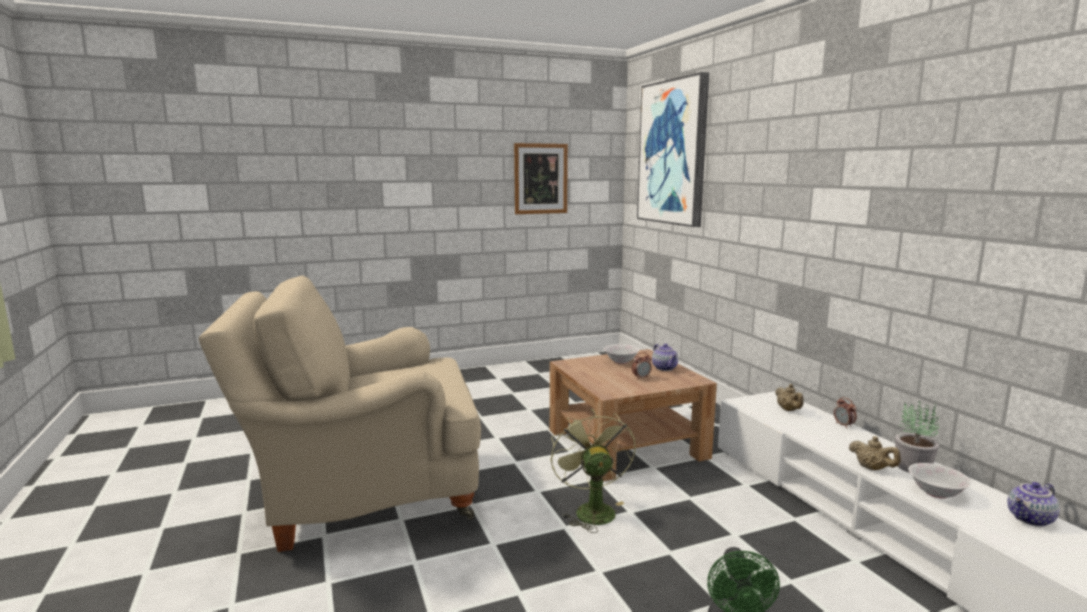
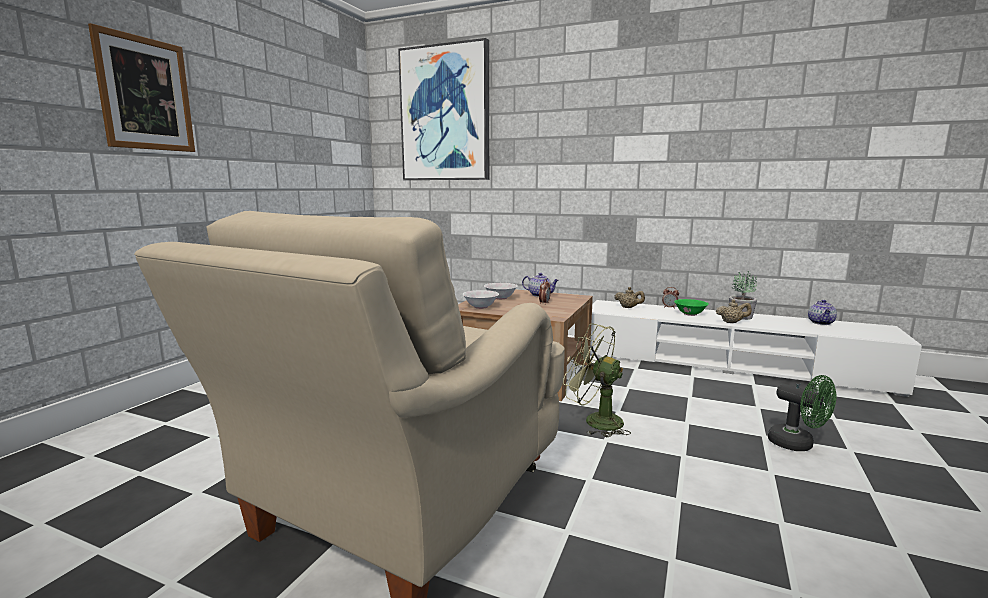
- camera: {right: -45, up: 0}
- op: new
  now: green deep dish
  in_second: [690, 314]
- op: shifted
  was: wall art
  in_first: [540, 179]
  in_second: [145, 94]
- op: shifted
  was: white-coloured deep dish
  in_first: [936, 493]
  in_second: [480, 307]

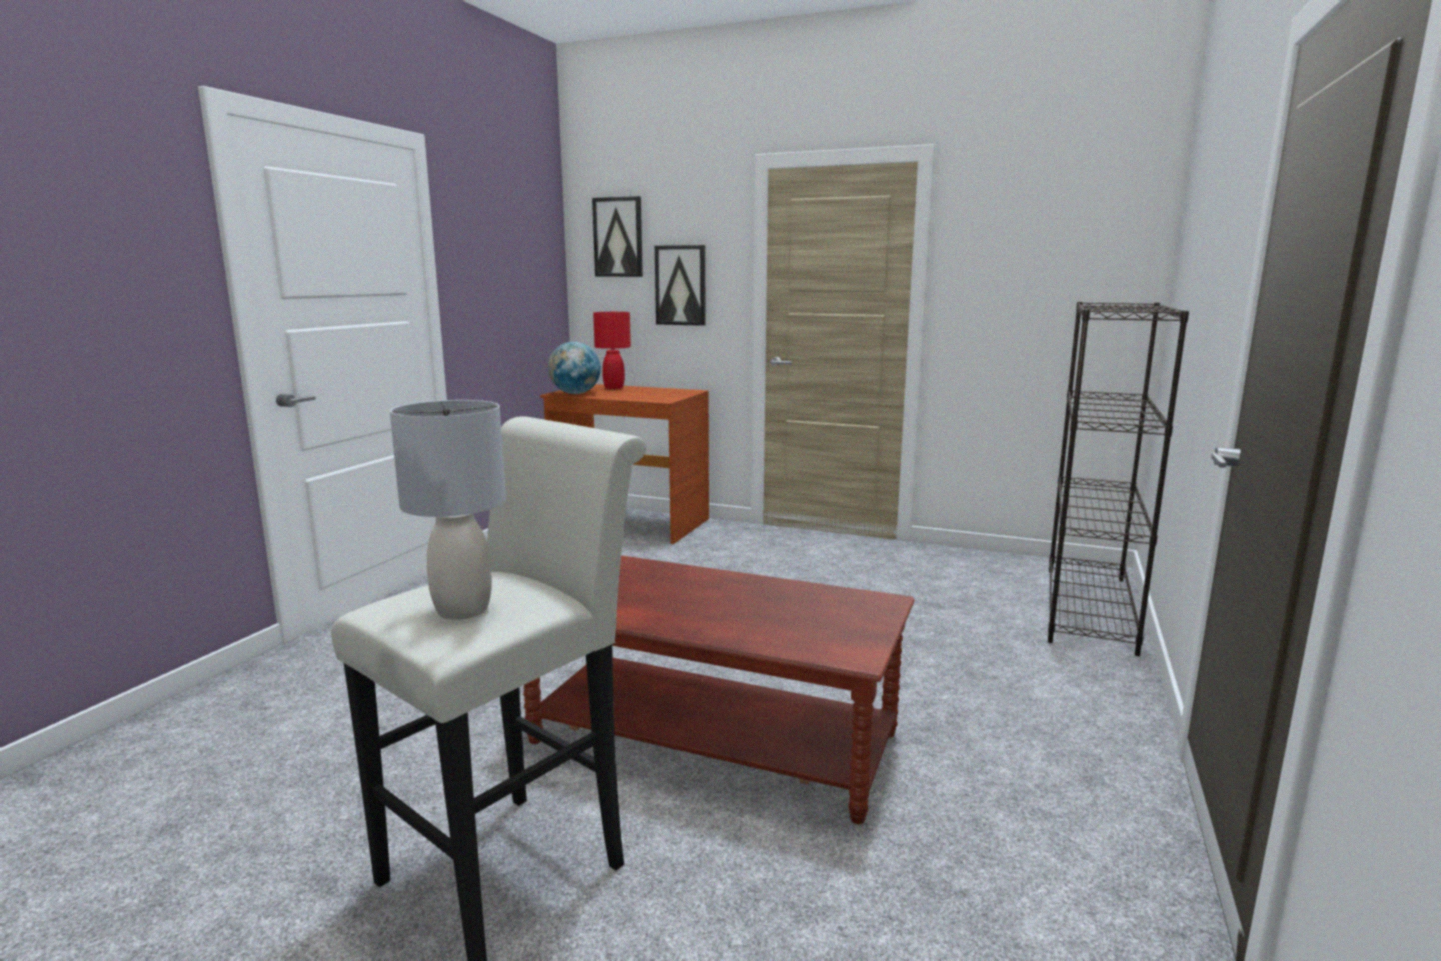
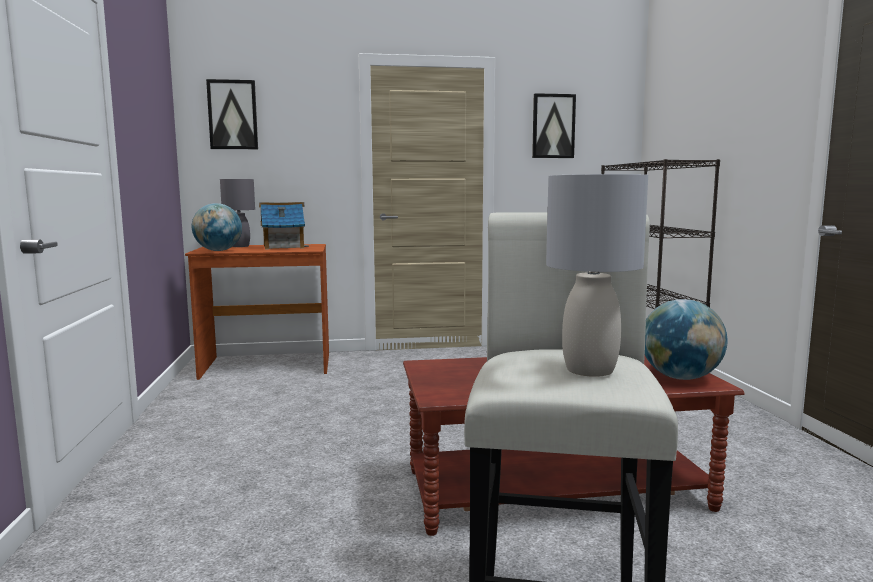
- camera: {right: -30, up: -5}
- op: new
  now: toy house
  in_second: [283, 247]
- op: new
  now: desk globe
  in_second: [680, 378]
- op: shifted
  was: wall art
  in_first: [681, 285]
  in_second: [553, 126]
- op: repainted
  was: red tabletop lamp
  now: grey tabletop lamp
  in_first: [614, 388]
  in_second: [240, 246]

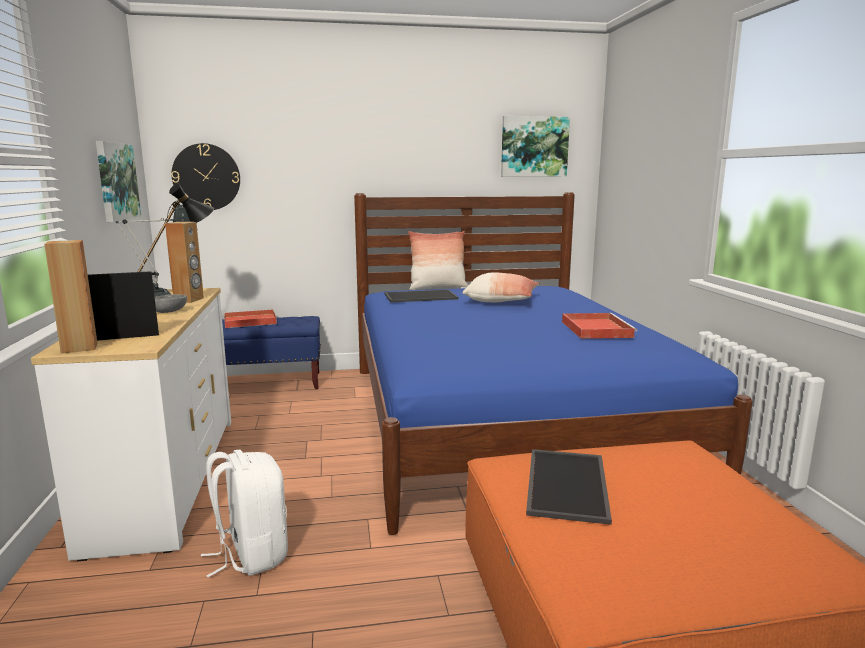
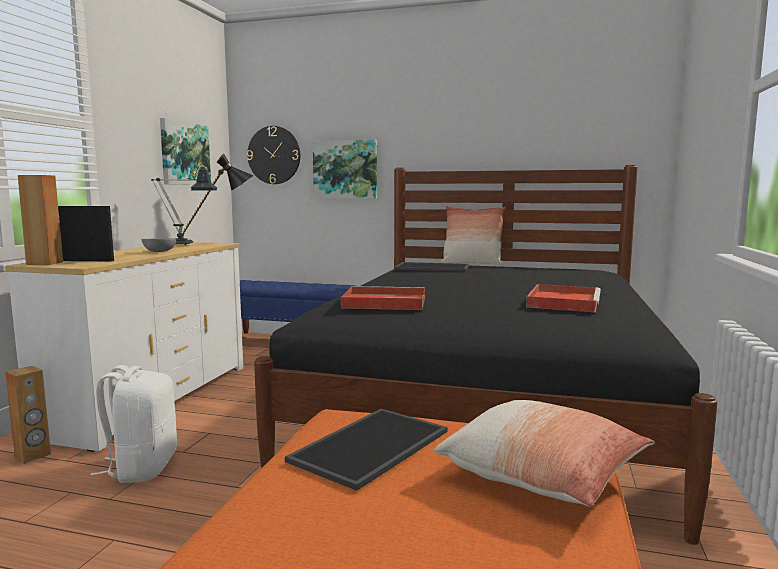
- camera: {right: 25, up: -5}
- op: shifted
  was: brownish loudspeaker
  in_first: [189, 300]
  in_second: [33, 456]
- op: shifted
  was: red serving tray
  in_first: [249, 321]
  in_second: [382, 302]
- op: shifted
  was: cushion
  in_first: [501, 301]
  in_second: [543, 475]
- op: shifted
  was: wall art
  in_first: [534, 147]
  in_second: [345, 169]
- op: repainted
  was: bluish bed
  now: blackish bed
  in_first: [502, 421]
  in_second: [487, 406]

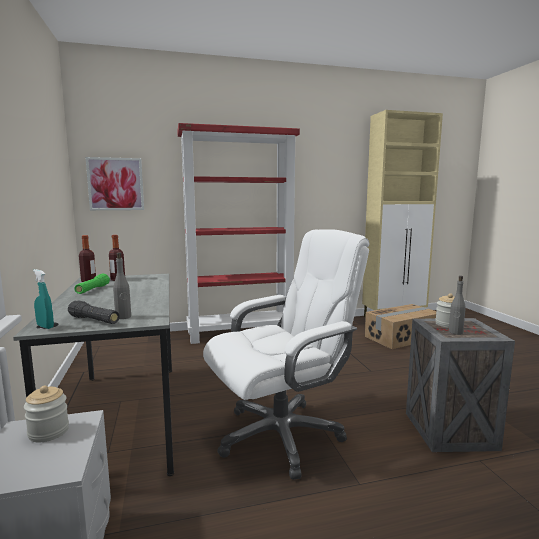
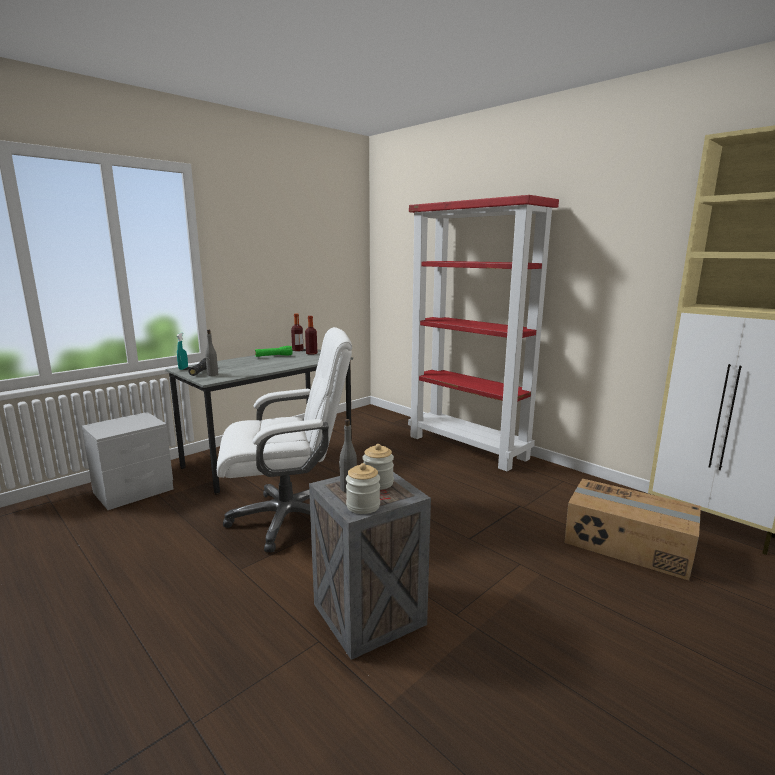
- camera: {right: 60, up: 5}
- op: gone
  was: wall art
  in_first: [115, 184]
- op: shifted
  was: preserve jar
  in_first: [49, 432]
  in_second: [363, 506]
- op: rotated
  was: white-coloured office chair
  in_first: [281, 435]
  in_second: [288, 518]
  clockwise: -45

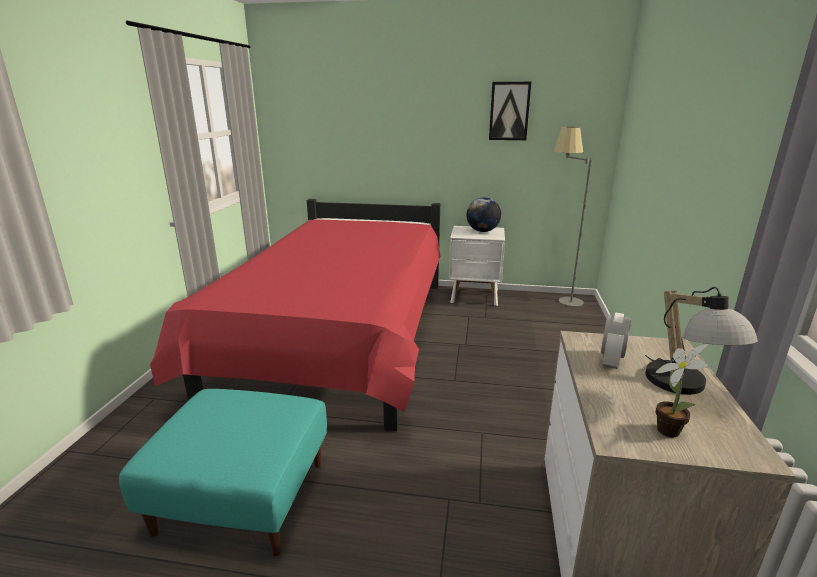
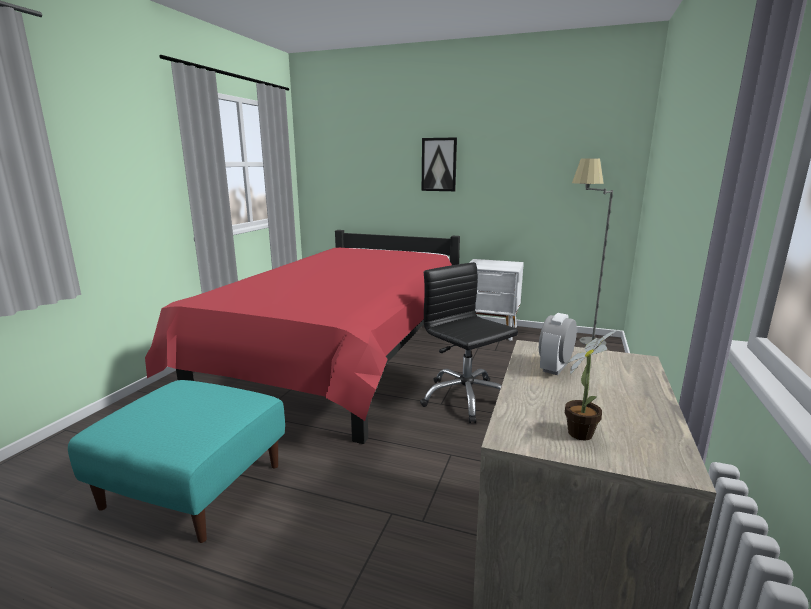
- camera: {right: 10, up: -5}
- op: gone
  was: desk globe
  in_first: [482, 231]
- op: gone
  was: tabletop lamp
  in_first: [685, 388]
- op: new
  now: blackish office chair
  in_second: [465, 398]
- op: shifted
  was: wall art
  in_first: [509, 111]
  in_second: [439, 164]

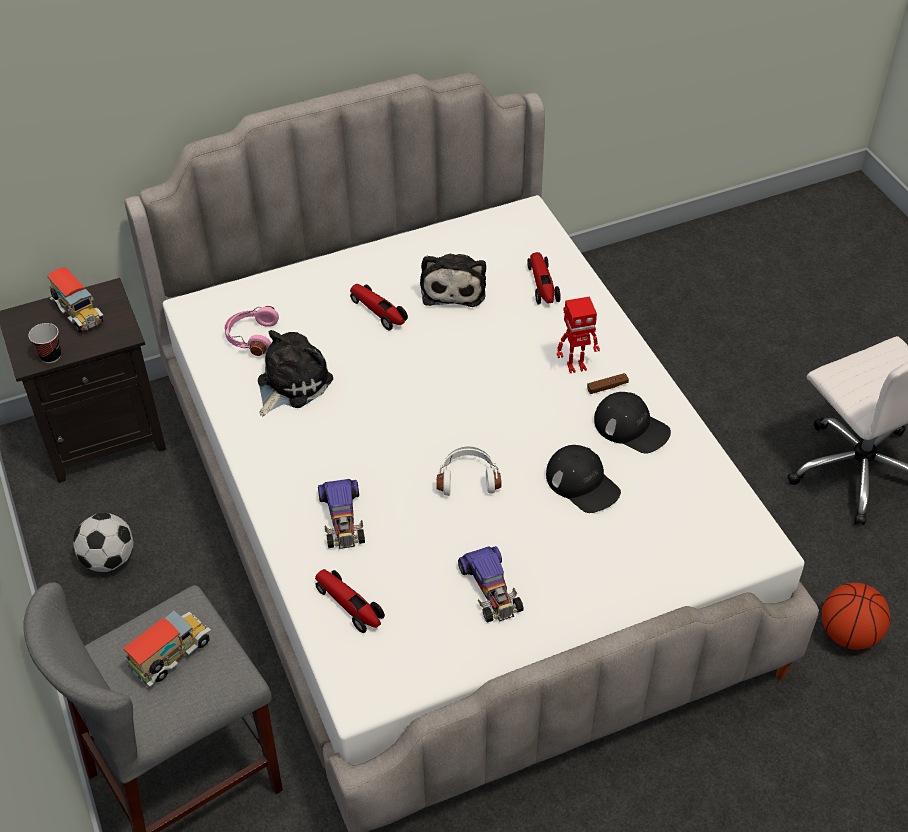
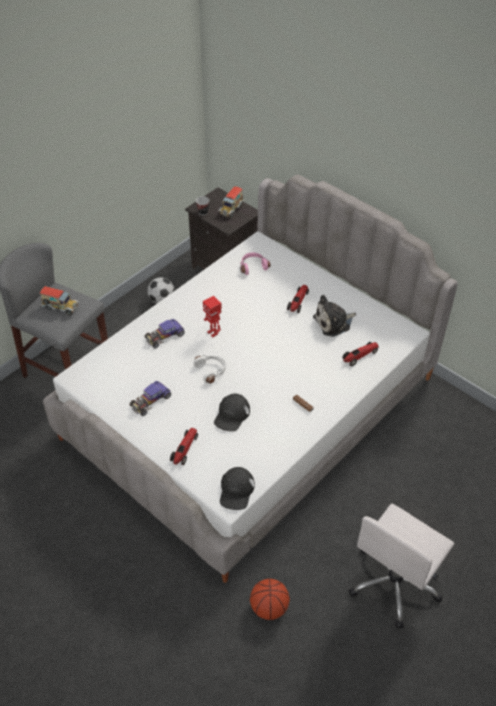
- camera: {right: 65, up: 0}
- op: gone
  was: soft toy
  in_first: [291, 383]
- op: shifted
  was: toy car
  in_first: [349, 605]
  in_second: [184, 449]
- op: shifted
  was: robot figure
  in_first: [575, 366]
  in_second: [213, 333]
- op: shifted
  was: blackish peaked cap
  in_first: [631, 427]
  in_second: [236, 490]

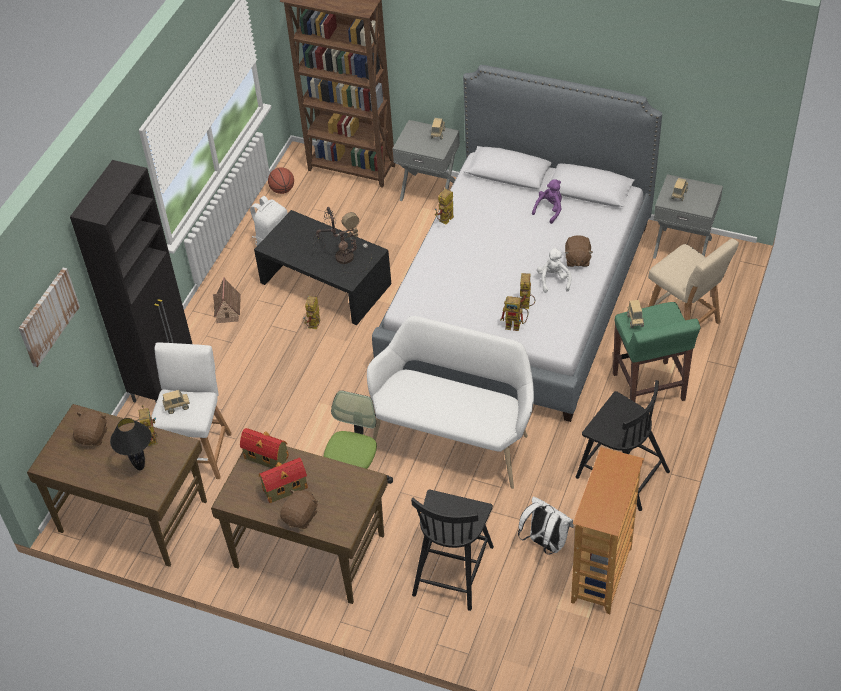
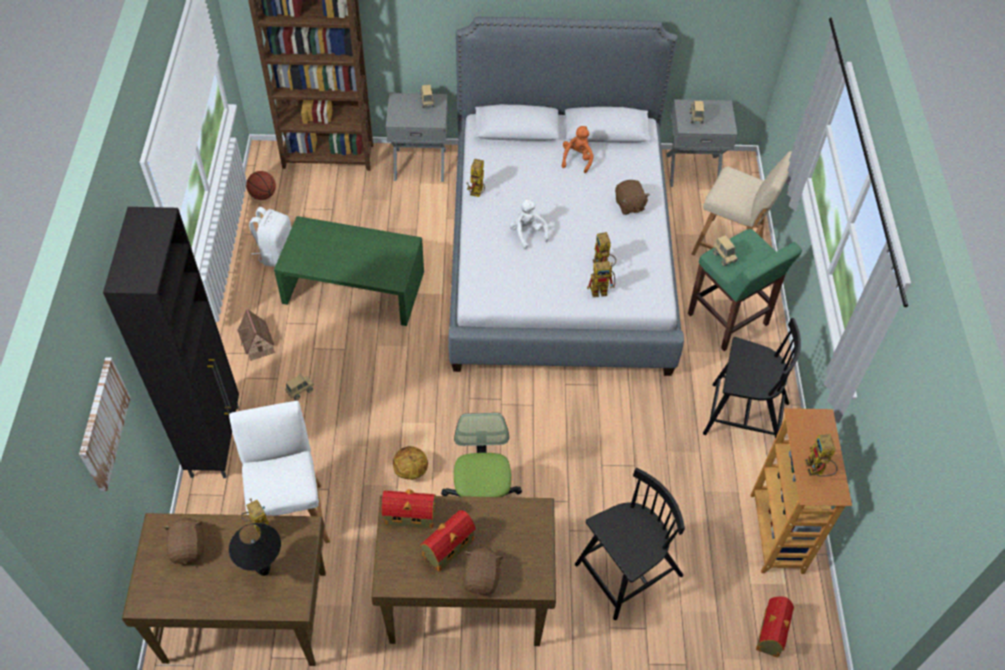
- camera: {right: -25, up: 5}
- op: gone
  was: tabletop lamp
  in_first: [343, 257]
- op: gone
  was: white-coloured bench
  in_first: [454, 438]
- op: gone
  was: white-coloured knapsack
  in_first: [545, 543]
- op: new
  now: basketball
  in_second: [410, 471]
- op: new
  now: toy house
  in_second: [771, 634]
- op: shifted
  was: toy truck
  in_first: [177, 407]
  in_second: [300, 391]
- op: shifted
  was: robot figure
  in_first: [314, 326]
  in_second: [816, 471]
- op: shifted
  was: white-coloured soft toy
  in_first: [553, 280]
  in_second: [527, 233]
- op: repainted
  was: blackish low table
  now: green low table
  in_first: [326, 283]
  in_second: [354, 287]
- op: repainted
  was: purplish soft toy
  now: orange-coloured soft toy
  in_first: [549, 210]
  in_second: [577, 159]
- op: rotated
  was: blackish upright chair
  in_first: [453, 569]
  in_second: [627, 572]
  clockwise: -120

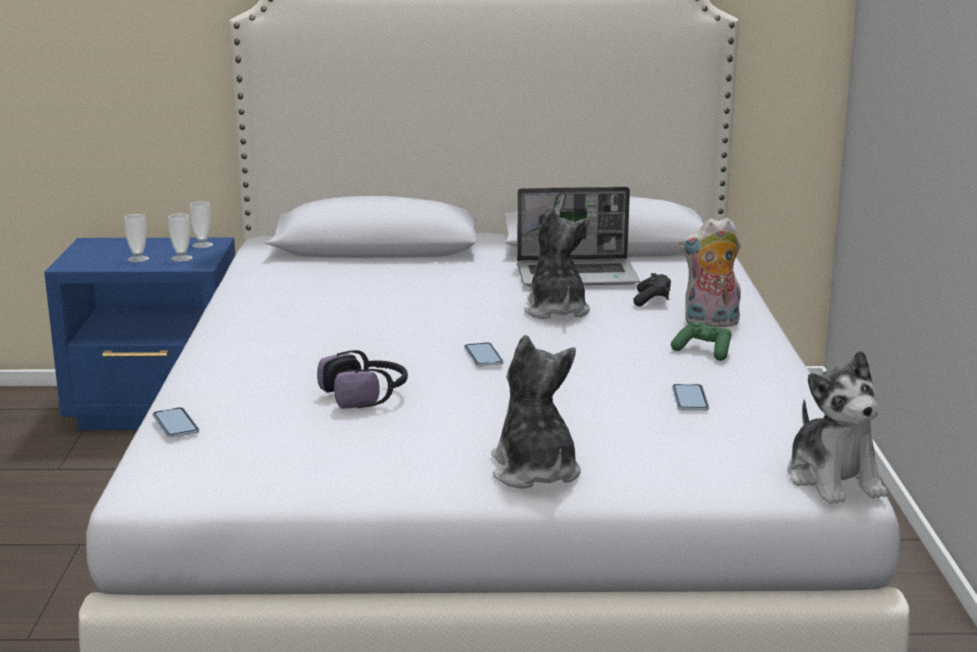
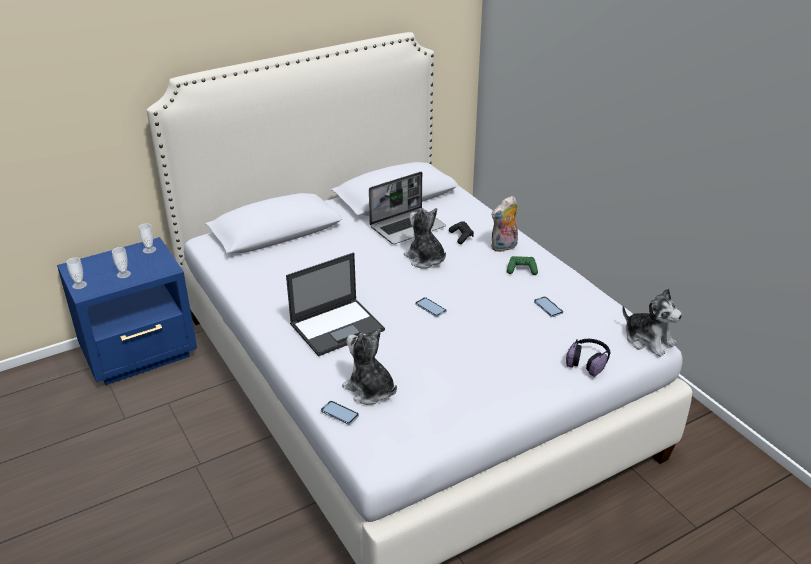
- camera: {right: -30, up: 15}
- op: new
  now: portable computer
  in_second: [338, 327]
- op: shifted
  was: drinking cup
  in_first: [181, 258]
  in_second: [79, 285]
- op: shifted
  was: headset
  in_first: [366, 395]
  in_second: [588, 362]
- op: shifted
  was: soft toy
  in_first: [534, 472]
  in_second: [370, 390]

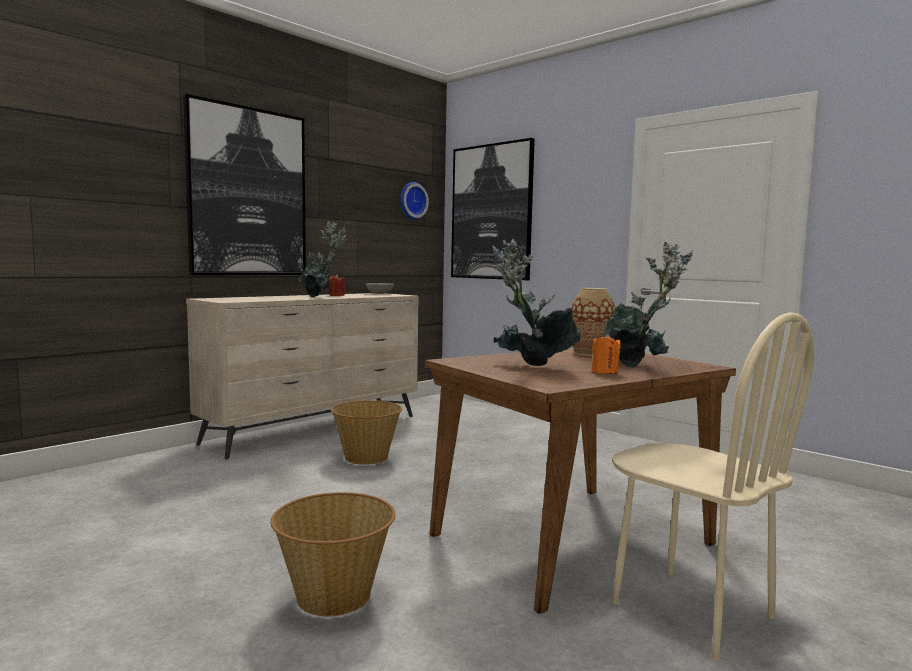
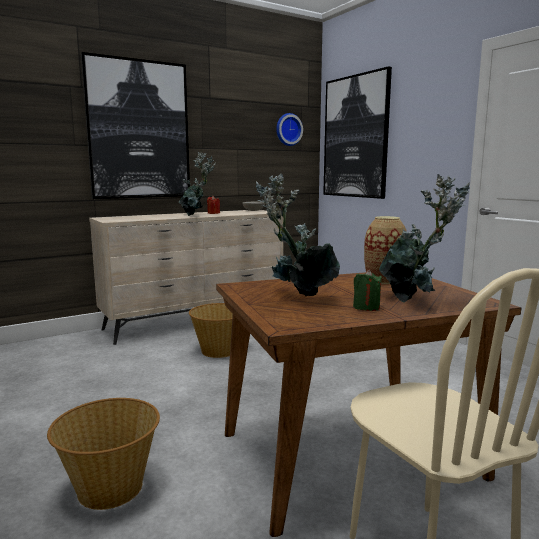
- camera: {right: 15, up: 5}
- op: repainted
  was: orange-coloured wax light
  now: green wax light
  in_first: [605, 372]
  in_second: [366, 307]

